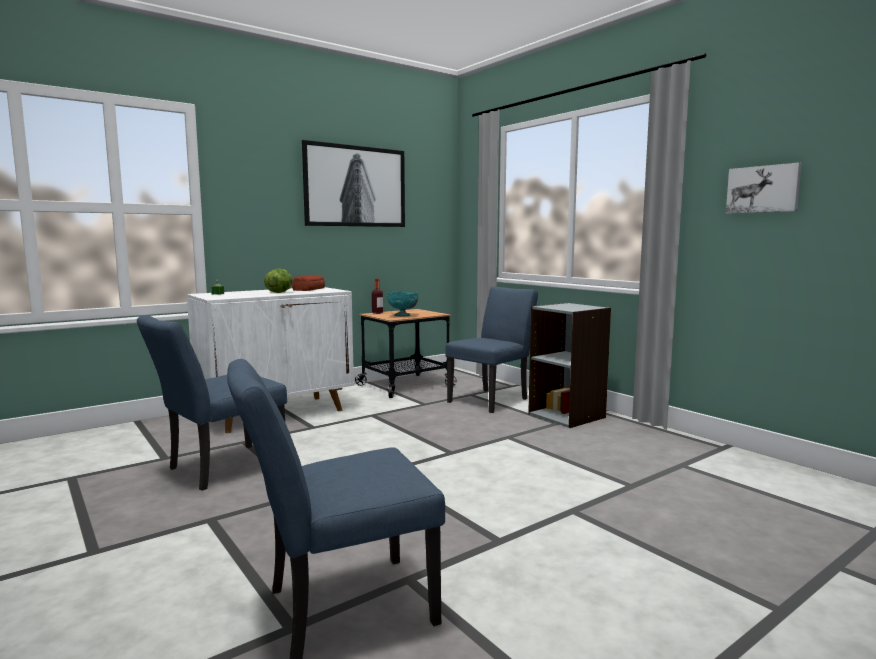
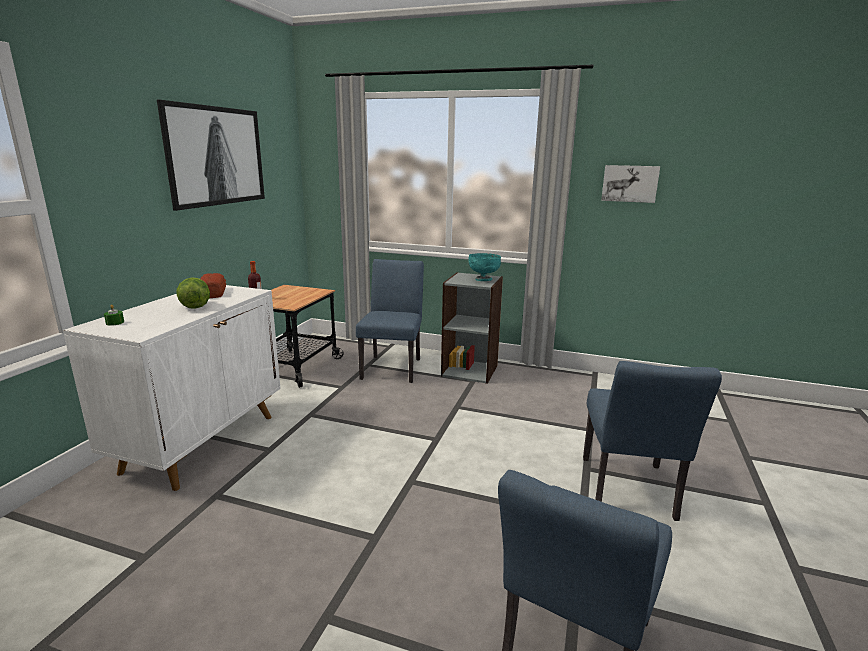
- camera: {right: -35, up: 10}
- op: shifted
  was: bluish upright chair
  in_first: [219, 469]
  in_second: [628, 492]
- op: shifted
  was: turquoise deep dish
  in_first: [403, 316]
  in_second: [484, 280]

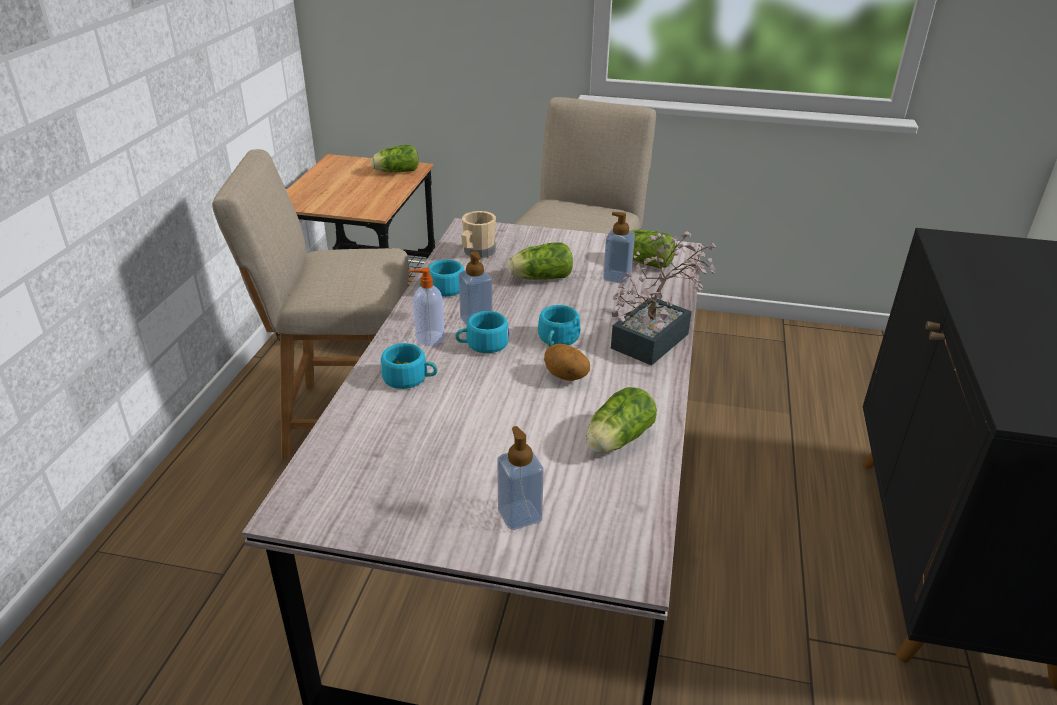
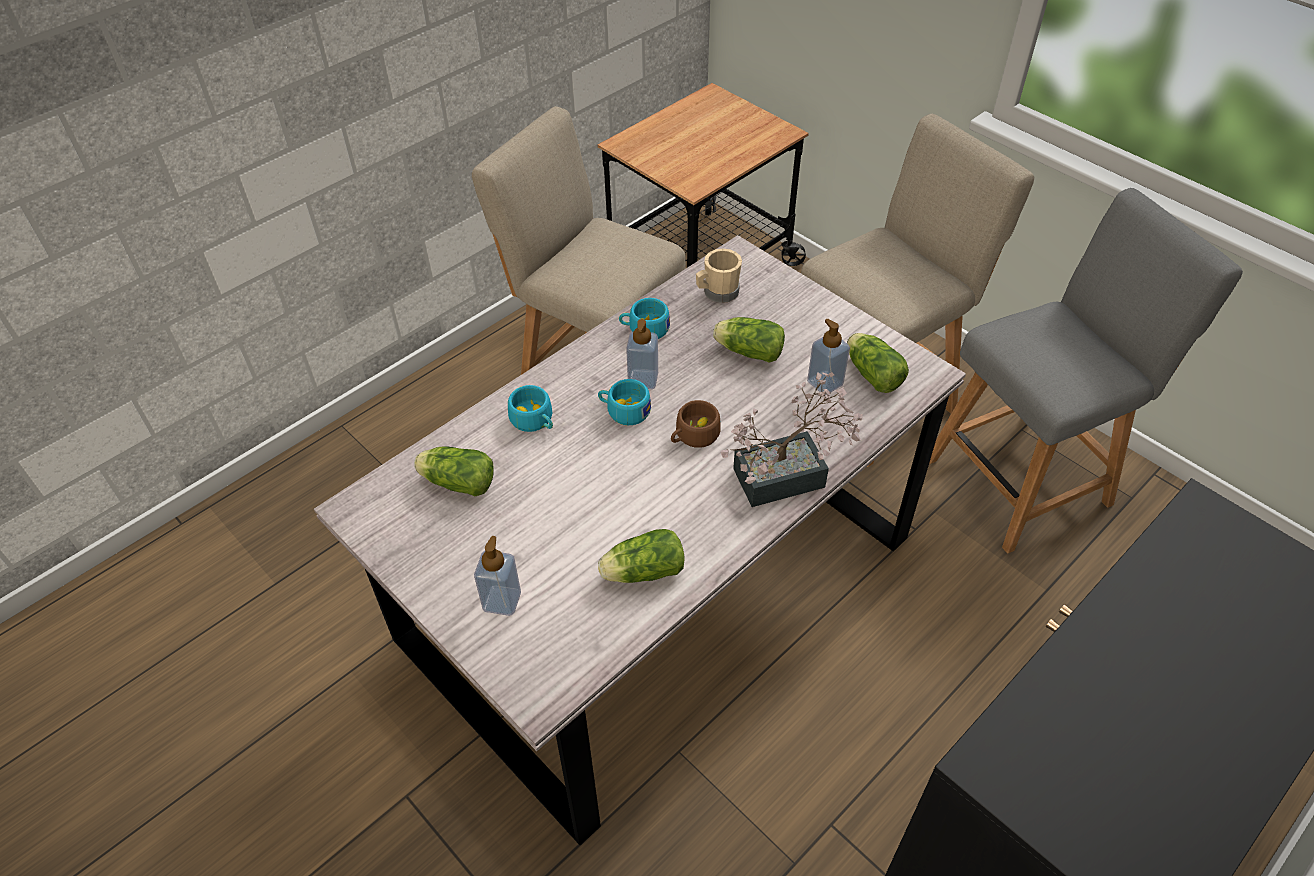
- camera: {right: 35, up: 15}
- op: gone
  was: liquid soap bottle
  in_first: [429, 338]
- op: gone
  was: whole potato
  in_first: [565, 377]
- op: new
  now: grey upright chair
  in_second: [1025, 478]
- op: shifted
  was: lettuce head
  in_first: [395, 172]
  in_second: [456, 482]
- op: repainted
  was: turquoise drinking cup
  now: brownish drinking cup
  in_first: [557, 340]
  in_second: [693, 436]

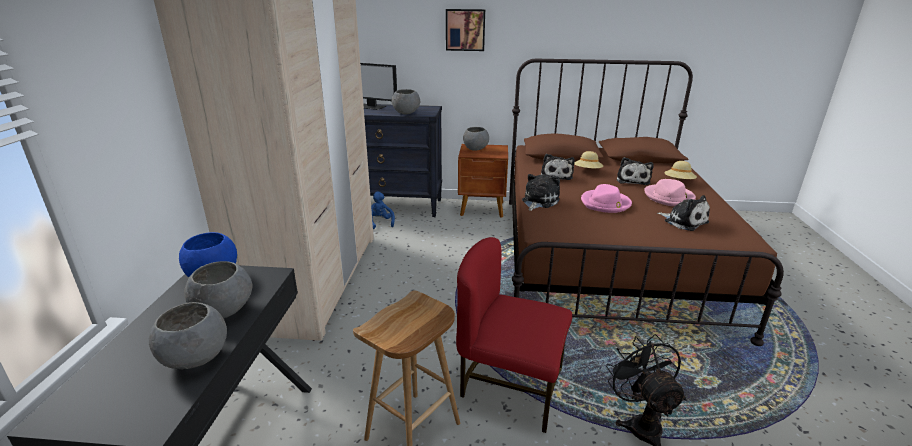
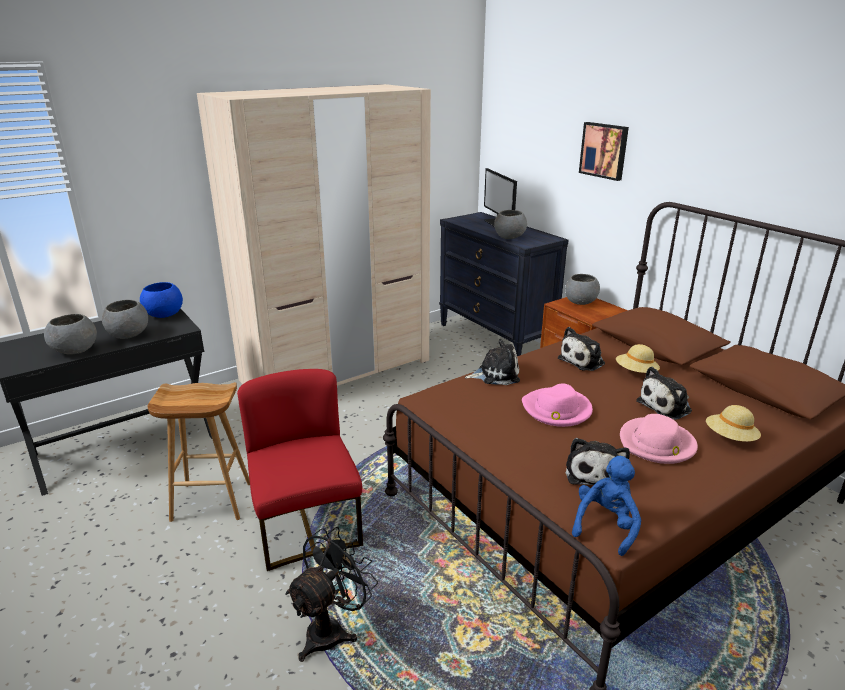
- camera: {right: 50, up: 0}
- op: shifted
  was: bluish soft toy
  in_first: [379, 222]
  in_second: [606, 525]

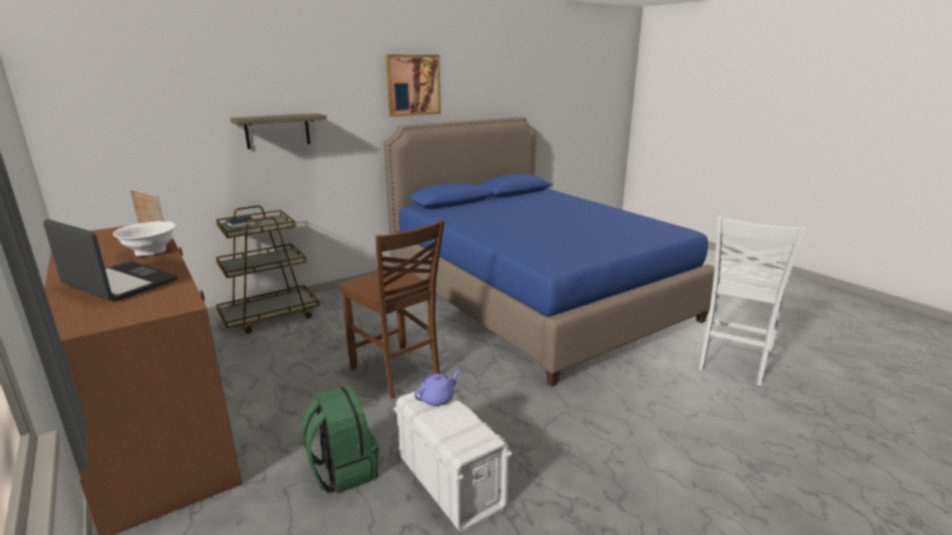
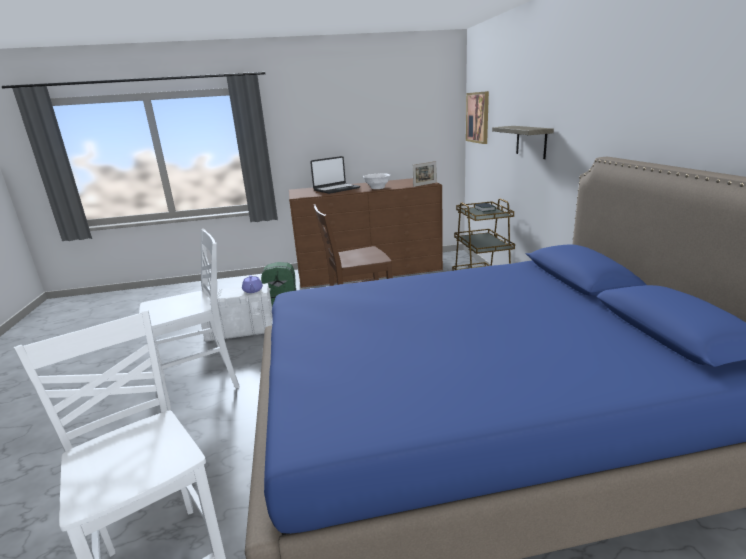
- camera: {right: 115, up: 0}
- op: new
  now: white-coloured upright chair
  in_second: [201, 385]
- op: shifted
  was: wall art
  in_first: [413, 85]
  in_second: [478, 117]

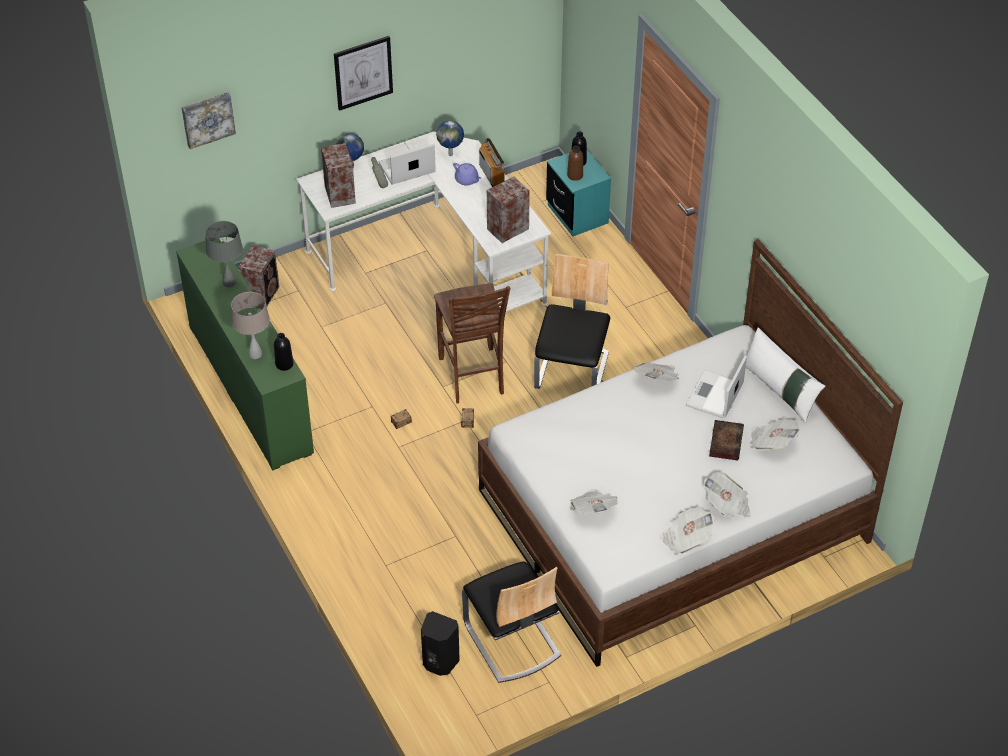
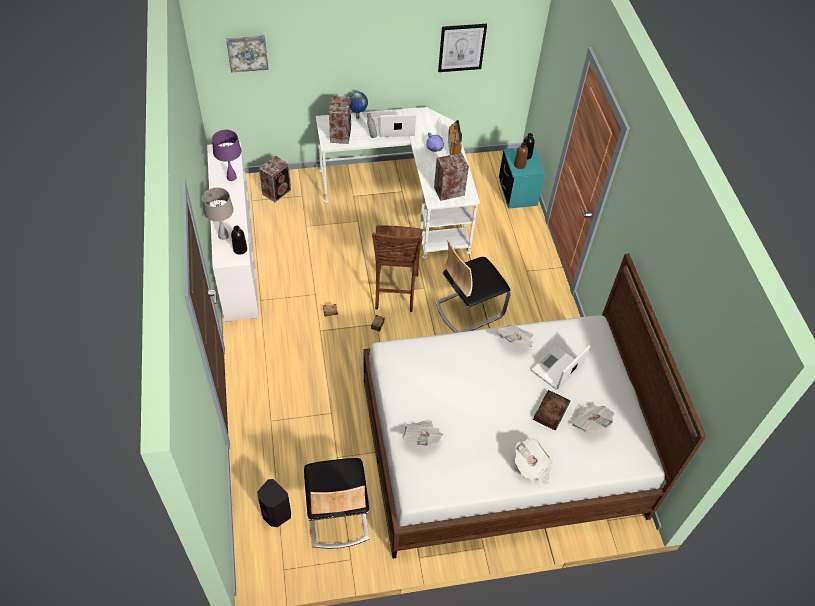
- camera: {right: 15, up: 5}
- op: gone
  was: desk globe
  in_first: [451, 154]
- op: gone
  was: printed paper
  in_first: [686, 539]
- op: gone
  was: white-coloured cushion
  in_first: [779, 390]
- op: shifted
  was: wall art
  in_first: [363, 72]
  in_second: [461, 47]
- op: repainted
  was: green chest of drawers
  now: white-coloured chest of drawers
  in_first: [250, 388]
  in_second: [238, 257]
- op: repainted
  was: grey tabletop lamp
  now: purplish tabletop lamp
  in_first: [229, 282]
  in_second: [231, 177]
- op: rotated
  was: upright chair
  in_first: [572, 371]
  in_second: [469, 309]
  clockwise: -150

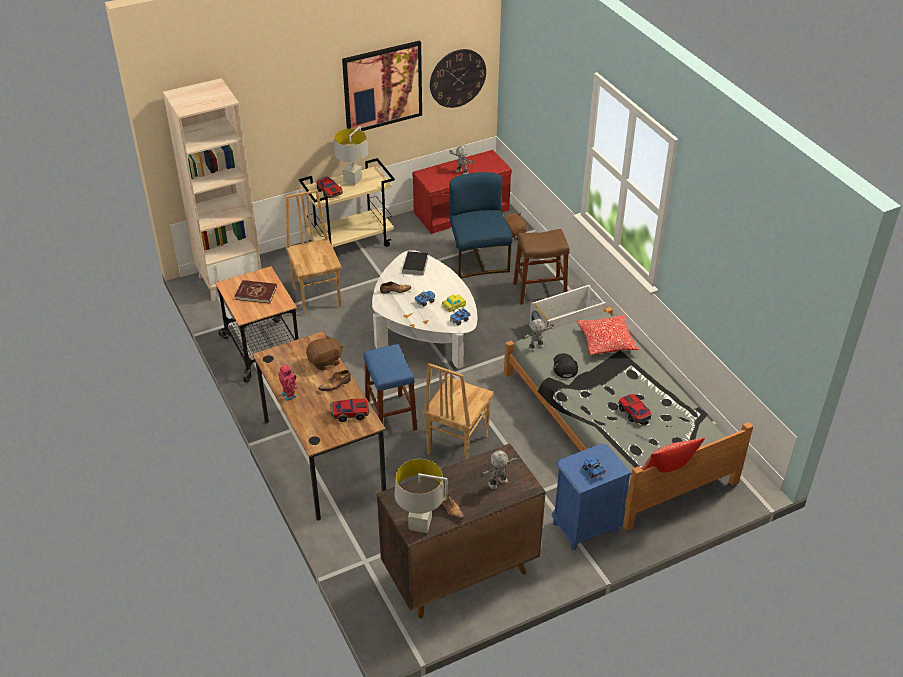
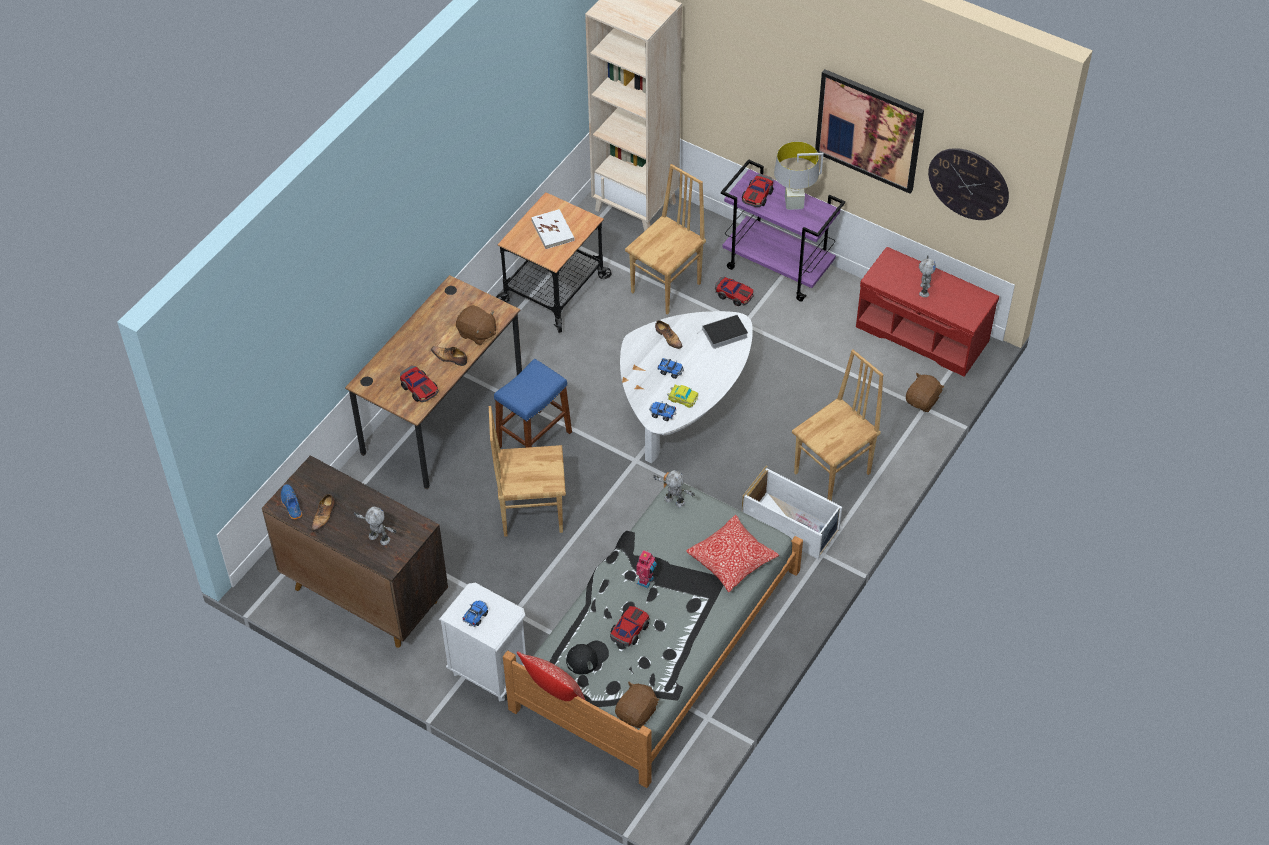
- camera: {right: 60, up: 10}
- op: gone
  was: bluish upright chair
  in_first: [478, 259]
- op: new
  now: brownish soft toy
  in_second: [637, 713]
- op: new
  now: toy car
  in_second: [734, 295]
- op: shifted
  was: robot figure
  in_first: [289, 395]
  in_second: [646, 581]
- op: shifted
  was: blackish peaked cap
  in_first: [564, 366]
  in_second: [587, 657]
- op: swapped
  was: grey tabletop lamp
  now: bluish shoe
  in_first: [420, 525]
  in_second: [291, 505]
- op: swapped
  was: brownish stool
  now: brownish upright chair
  in_first: [539, 291]
  in_second: [833, 473]
- op: repainted
  was: red volume
  now: white-coloured volume
  in_first: [256, 293]
  in_second: [553, 230]
- op: repainted
  was: sand-coloured cart
  now: purplish cart
  in_first: [351, 243]
  in_second: [778, 268]
- op: repainted
  was: bluish bedside table
  now: white-coloured bedside table
  in_first: [585, 527]
  in_second: [489, 671]

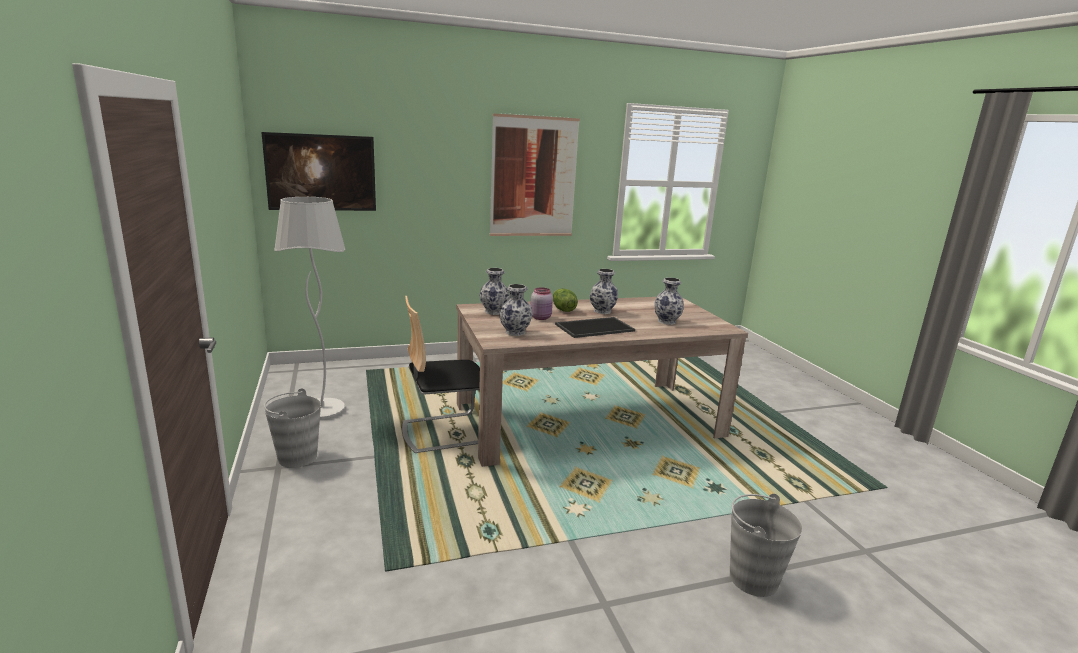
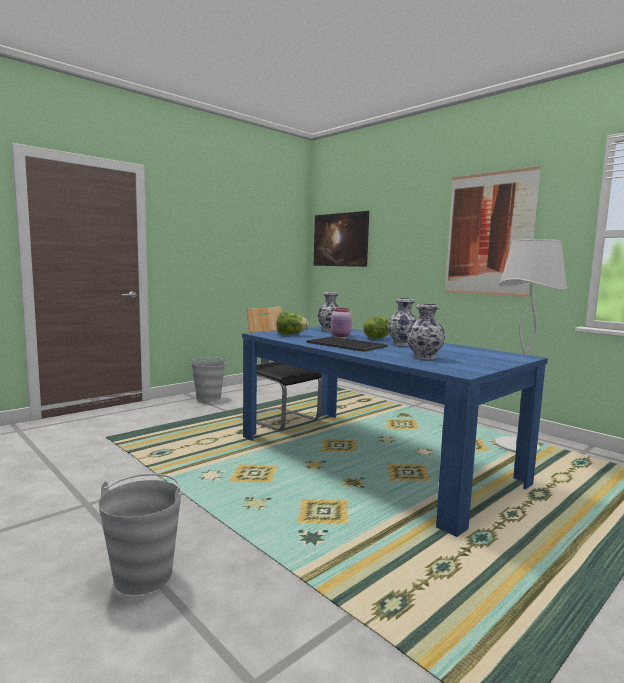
- camera: {right: 65, up: -10}
- op: shifted
  was: white-coloured standard lamp
  in_first: [322, 410]
  in_second: [516, 447]
- op: swapped
  was: flower vase
  now: lettuce head
  in_first: [514, 332]
  in_second: [291, 334]
- op: repainted
  was: sand-coloured kitchen table
  now: bluish kitchen table
  in_first: [588, 420]
  in_second: [372, 459]

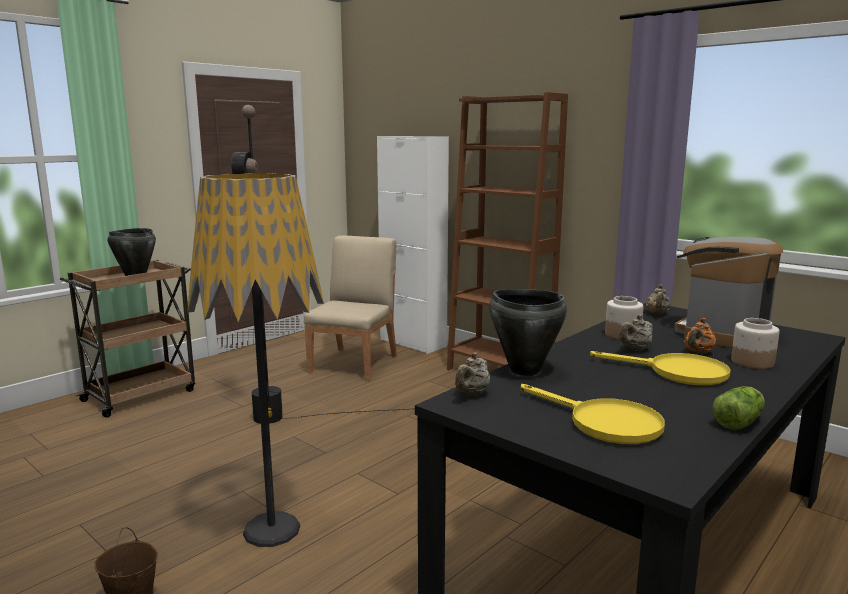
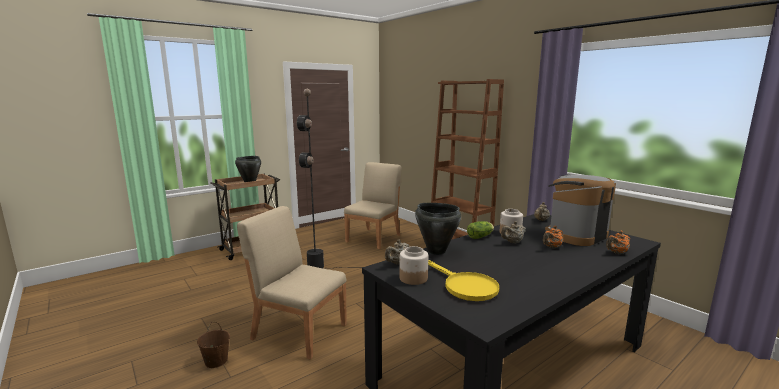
- camera: {right: 10, up: 0}
- op: gone
  was: white-coloured cupboard
  in_first: [413, 343]
- op: gone
  was: yellowish frying pan
  in_first: [676, 372]
- op: new
  now: orange-coloured teapot
  in_second: [617, 253]
- op: shifted
  was: lettuce head
  in_first: [740, 421]
  in_second: [481, 236]
- op: shifted
  was: preserve jar
  in_first: [752, 362]
  in_second: [413, 278]
- op: swapped
  was: standard lamp
  now: sand-coloured upright chair
  in_first: [271, 529]
  in_second: [299, 331]

